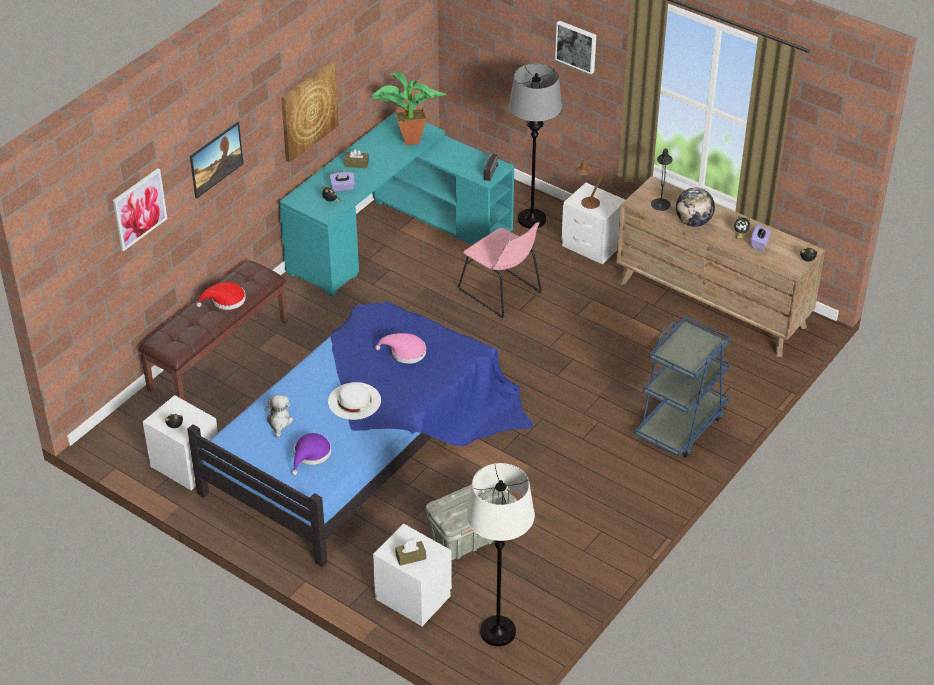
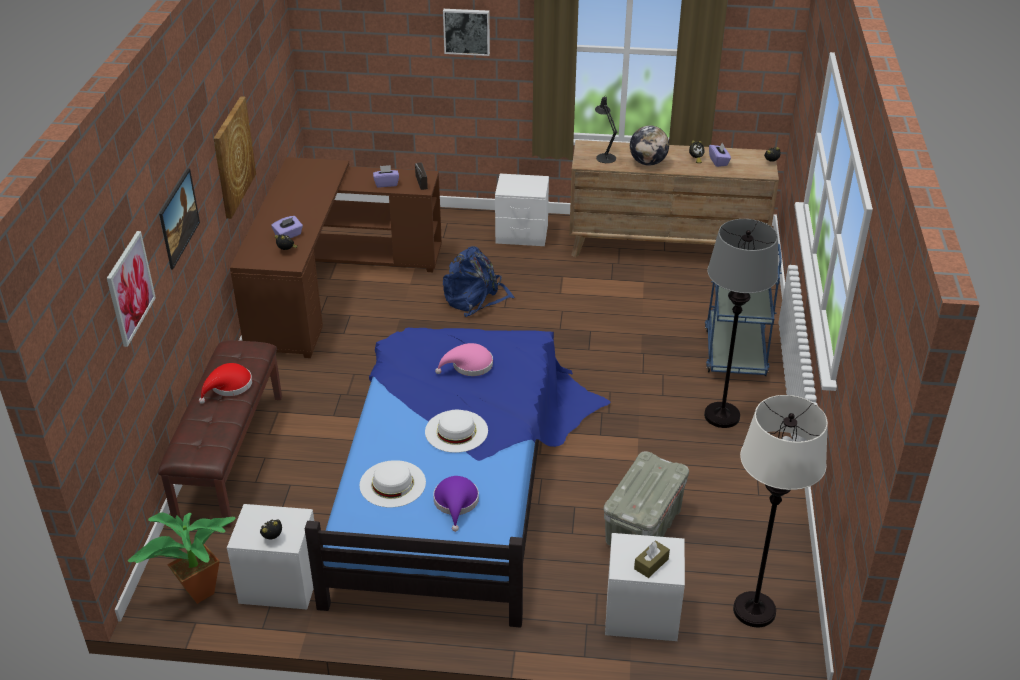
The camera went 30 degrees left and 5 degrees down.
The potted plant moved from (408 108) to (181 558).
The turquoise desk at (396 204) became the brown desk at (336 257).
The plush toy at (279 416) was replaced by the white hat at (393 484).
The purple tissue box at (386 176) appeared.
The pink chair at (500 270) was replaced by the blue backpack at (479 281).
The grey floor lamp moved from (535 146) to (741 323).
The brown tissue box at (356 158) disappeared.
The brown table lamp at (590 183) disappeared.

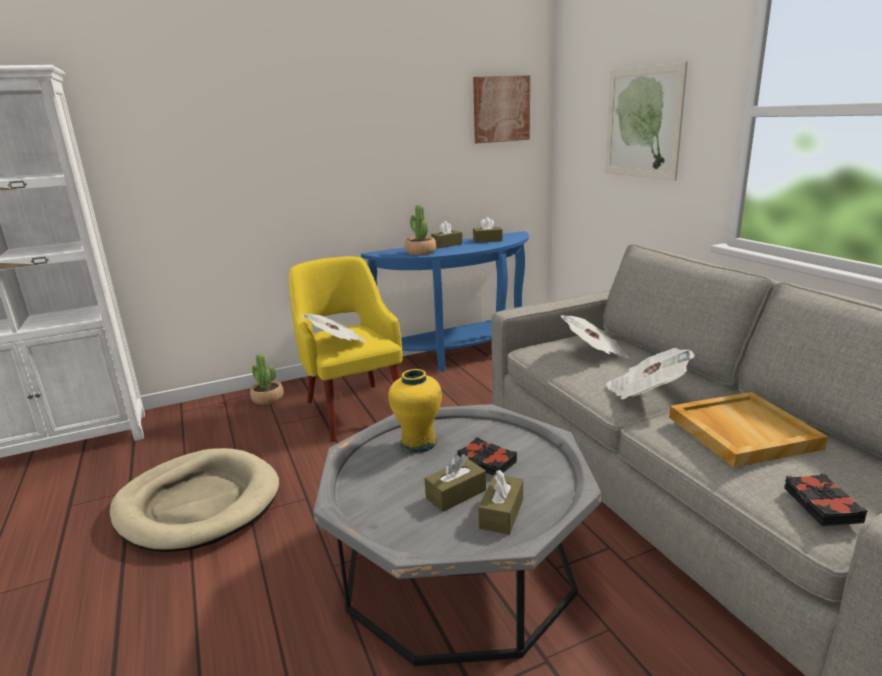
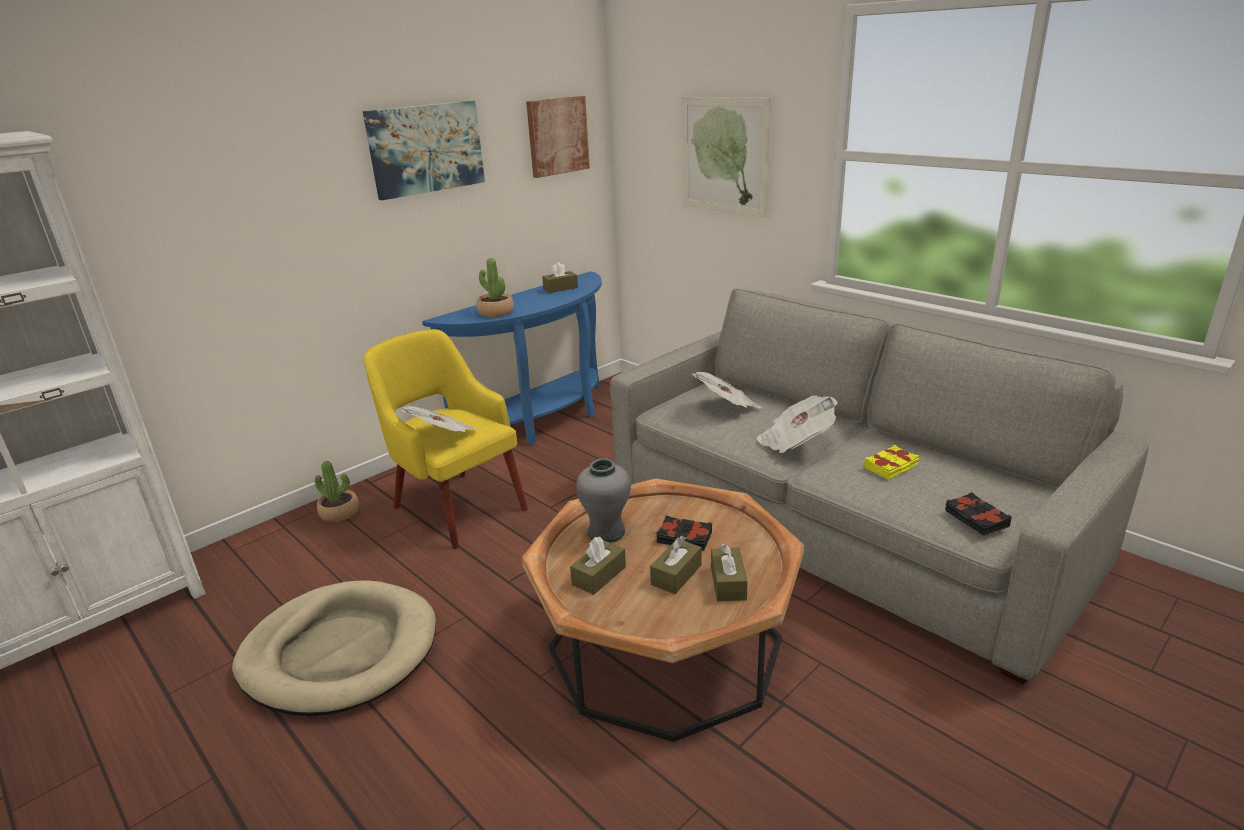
The camera went 20 degrees left and 5 degrees up.
The picture at (424 150) appeared.
The grey coffee table at (457 535) became the brown coffee table at (663 610).
The brown tissue box moved from (446 234) to (598 566).
The yellow vase at (415 411) became the grey vase at (603 500).
The beige tray at (748 430) was replaced by the yellow book at (891 462).

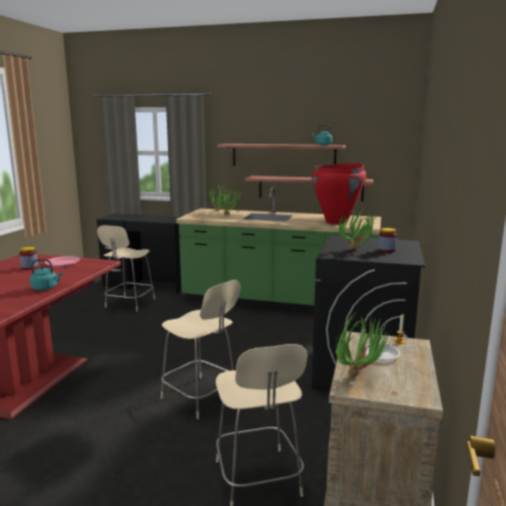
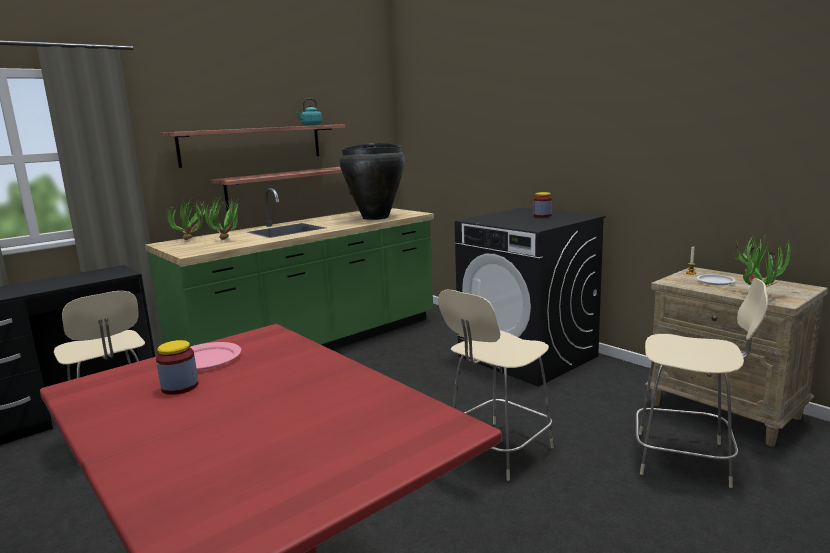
The camera went 55 degrees left and 0 degrees up.
The red vase at (339 194) became the black vase at (372 181).
The beige chair at (201 349) turned 150 degrees clockwise.
The turquoise kettle at (46 274) disappeared.
The potted plant at (358 229) disappeared.

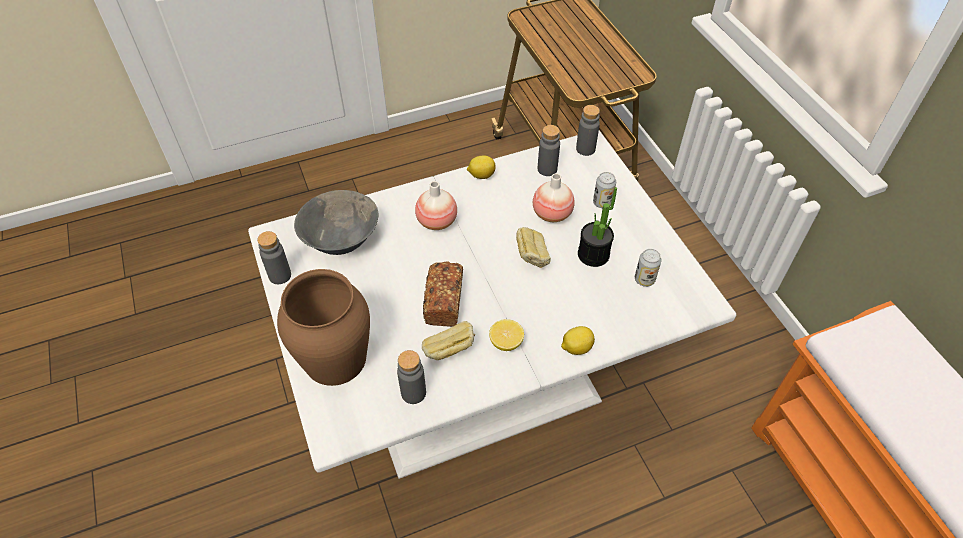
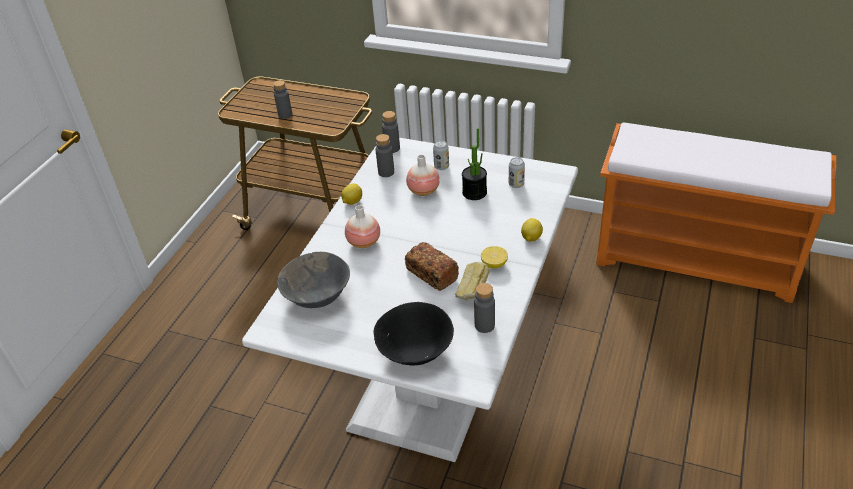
The camera went 45 degrees left and 10 degrees down.
The grey bottle moved from (274 257) to (282 99).
The brown vase at (323 327) was replaced by the black bowl at (414 333).
The bread at (533 247) disappeared.

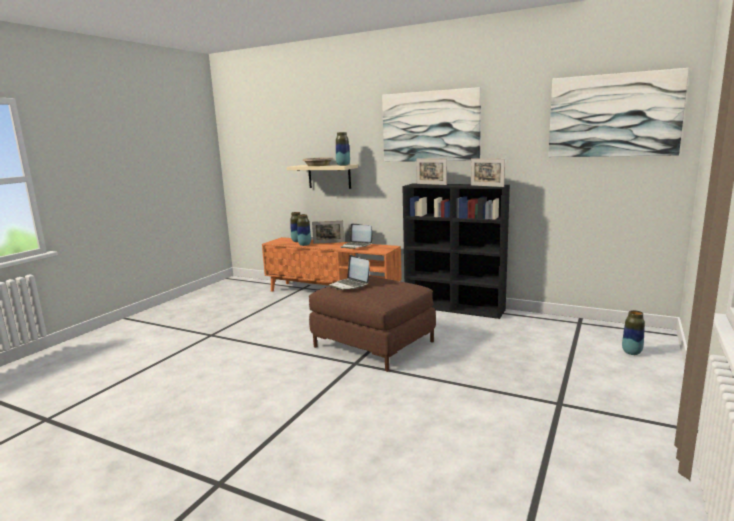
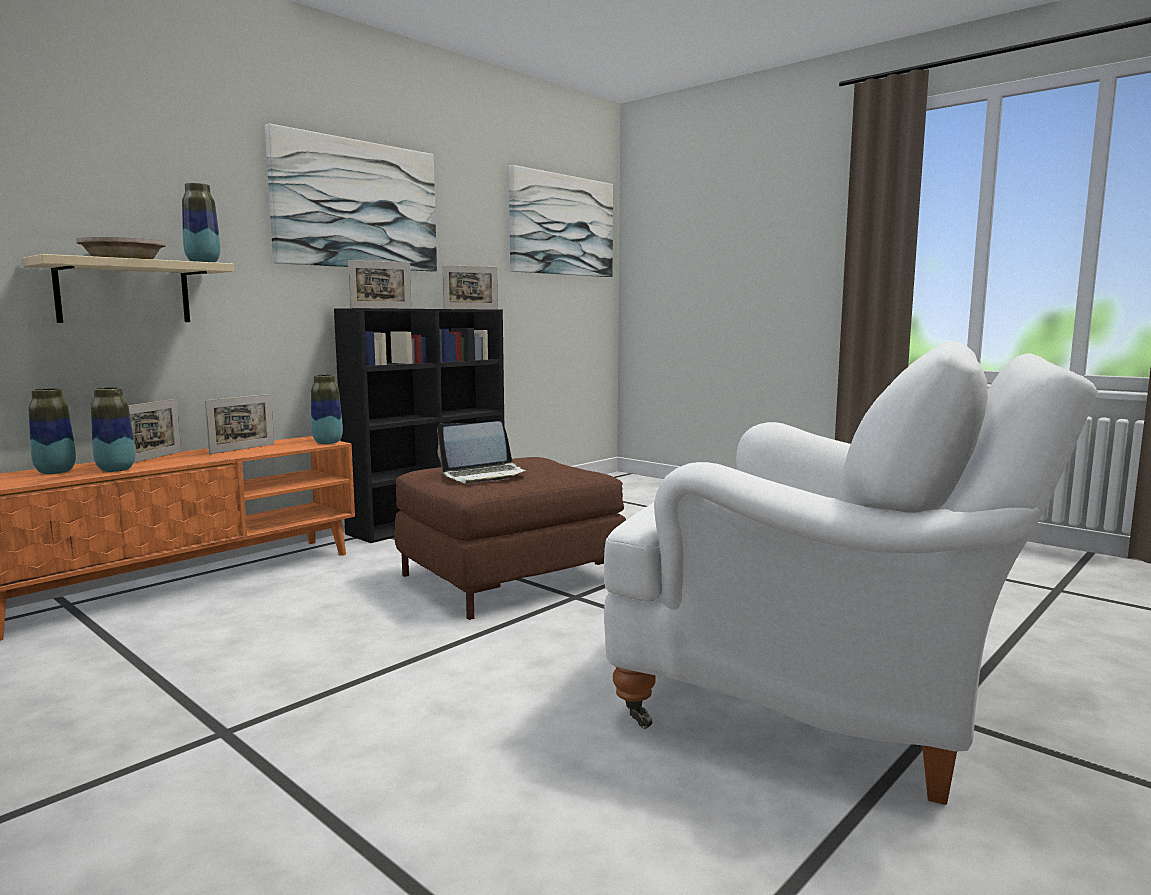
The camera went 75 degrees left and 5 degrees down.
The laptop at (356 236) was replaced by the picture frame at (239 424).
The vase moved from (633 332) to (327 409).
The white armchair at (851 572) appeared.

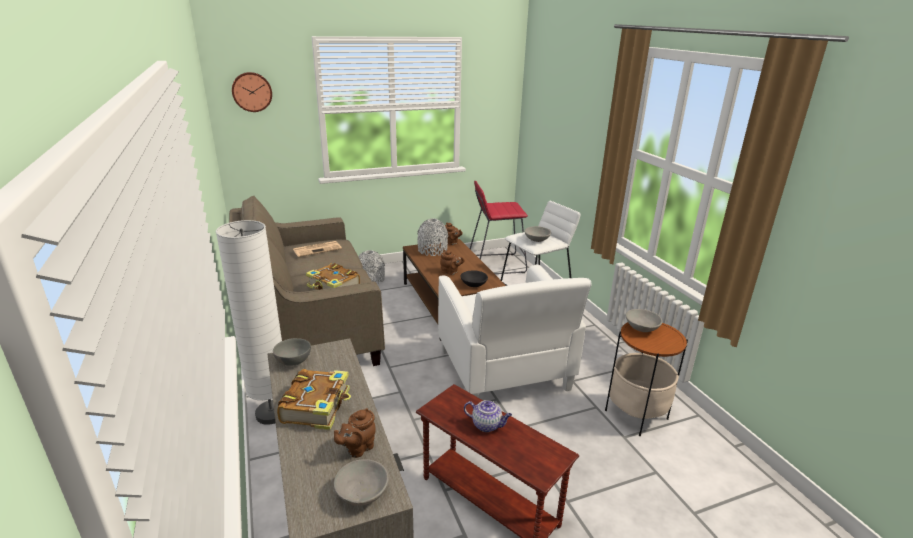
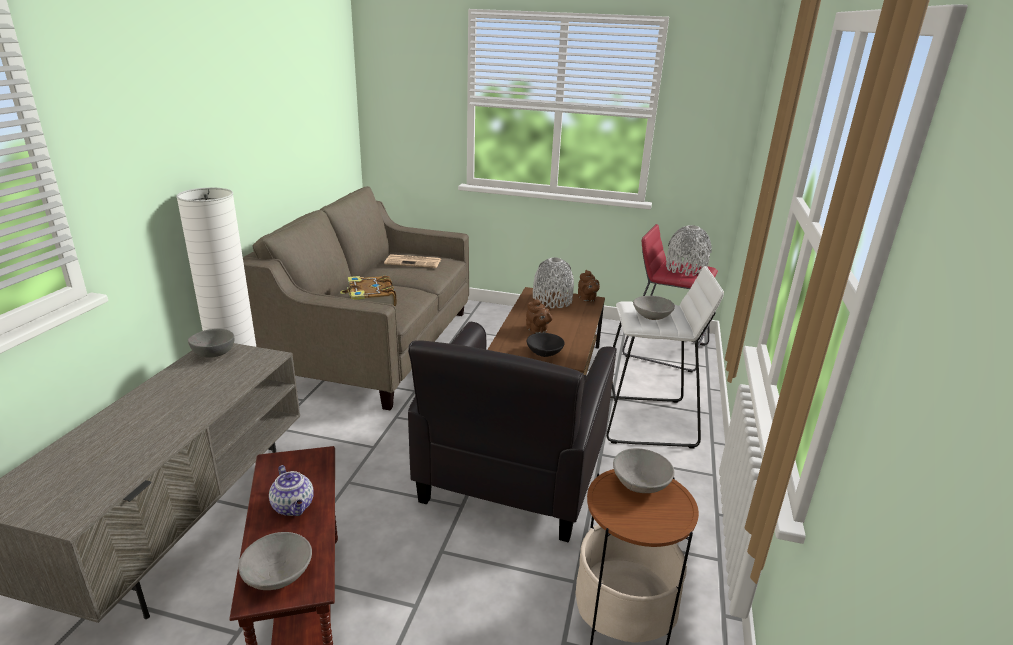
The camera went 35 degrees right and 0 degrees up.
The grey bowl moved from (361 482) to (275 561).
The white armchair at (515 331) became the black armchair at (512 432).
The grey vase moved from (371 267) to (689 250).
The wall clock at (252 92) disappeared.
The book at (314 399) disappeared.
The brown teapot at (355 433) disappeared.

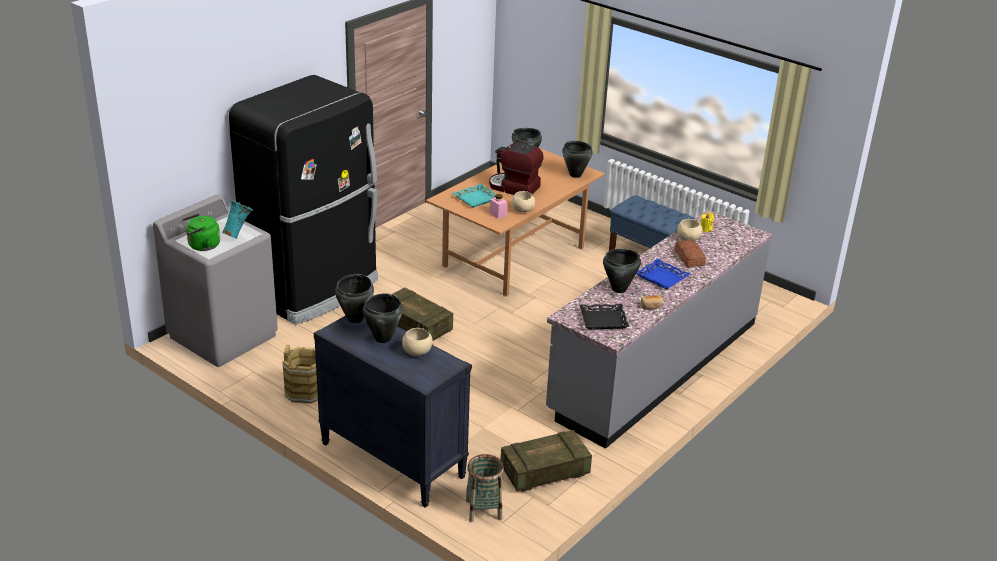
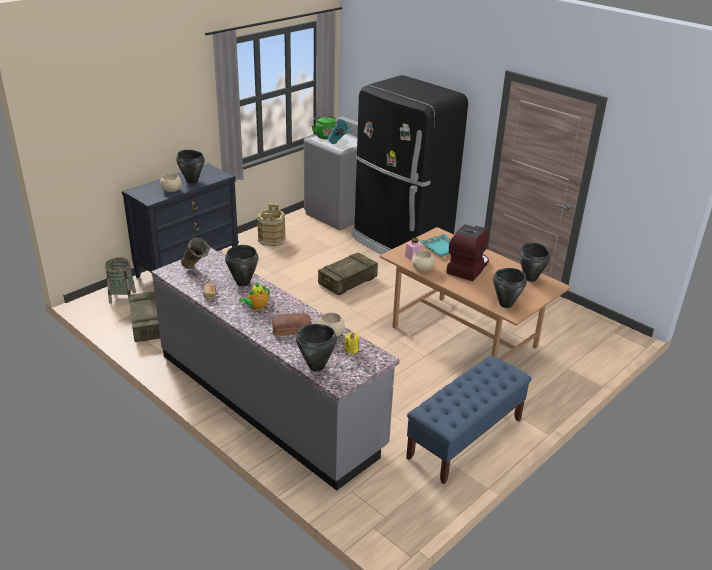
The camera went 95 degrees right and 0 degrees up.
The black tray at (604 316) was replaced by the beige vase at (195 253).
The blue tray at (663 274) was replaced by the teapot at (254 296).
The black cooking pot moved from (354 298) to (316 348).

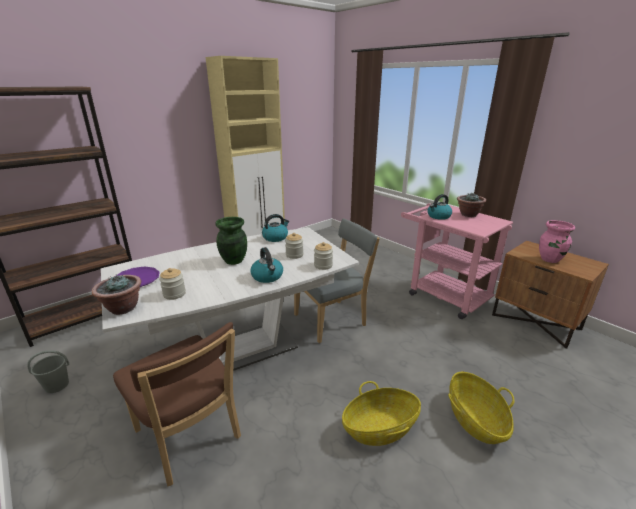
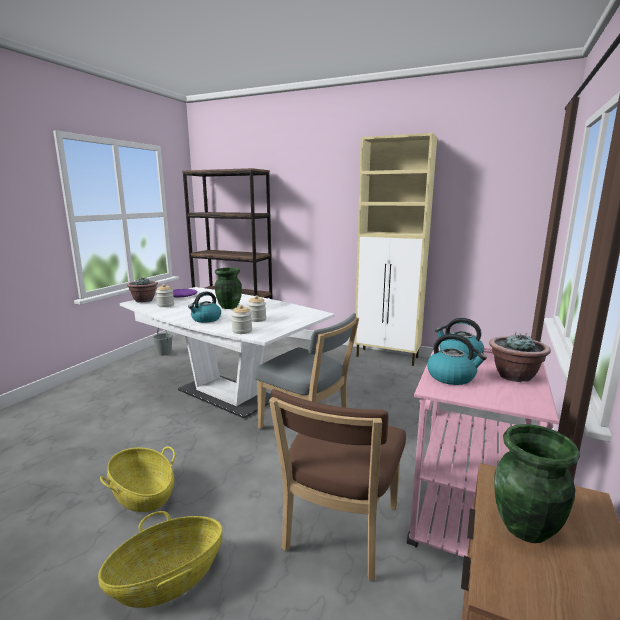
The camera went 65 degrees right and 10 degrees down.
The brown chair moved from (177 404) to (337 484).
The kettle moved from (275 228) to (457 359).
The pink vase at (557 241) became the green vase at (537 483).

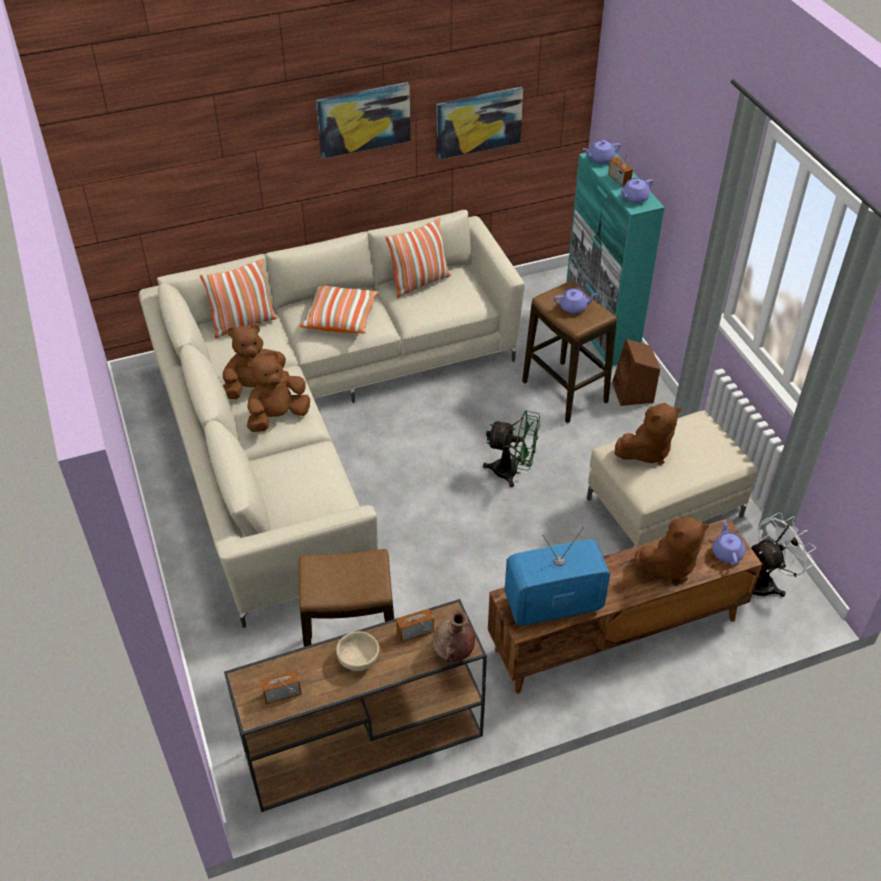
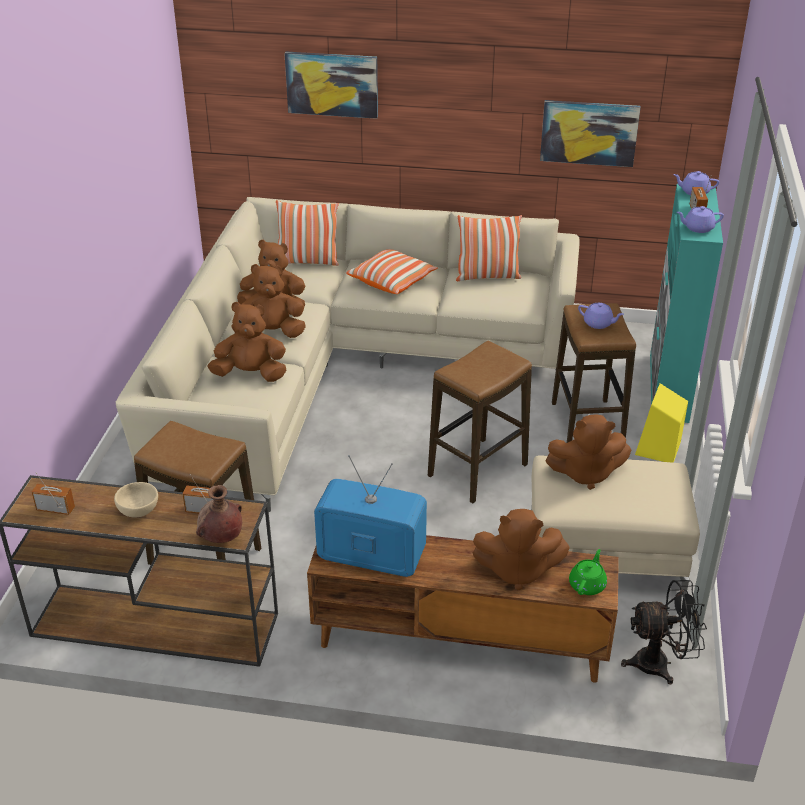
The camera went 30 degrees right and 10 degrees down.
The brown plush toy at (247 342) appeared.
The picture moved from (363 120) to (331 85).
The green fan at (511 448) was replaced by the stool at (480 422).
The purple teapot at (728 542) became the green teapot at (588 572).
The white fan at (783 554) became the black fan at (664 632).
The brown speaker at (636 372) became the yellow speaker at (661 423).

